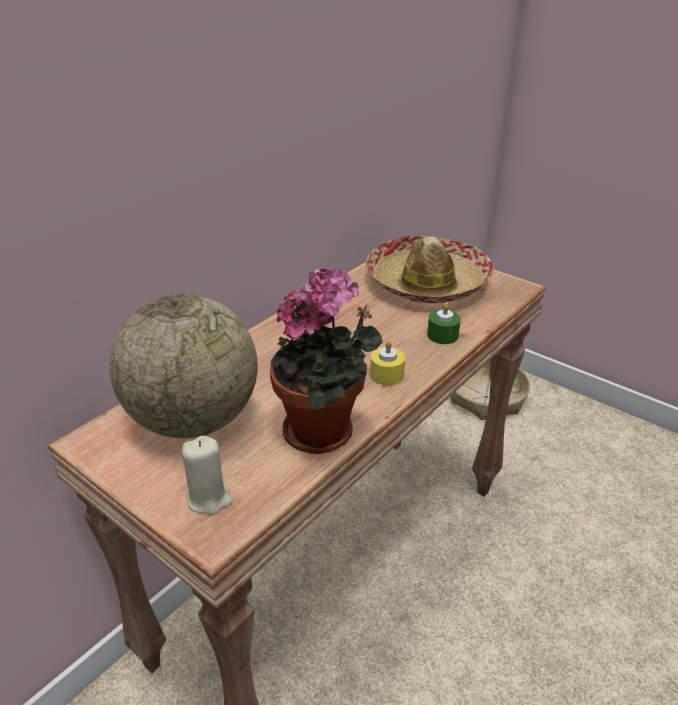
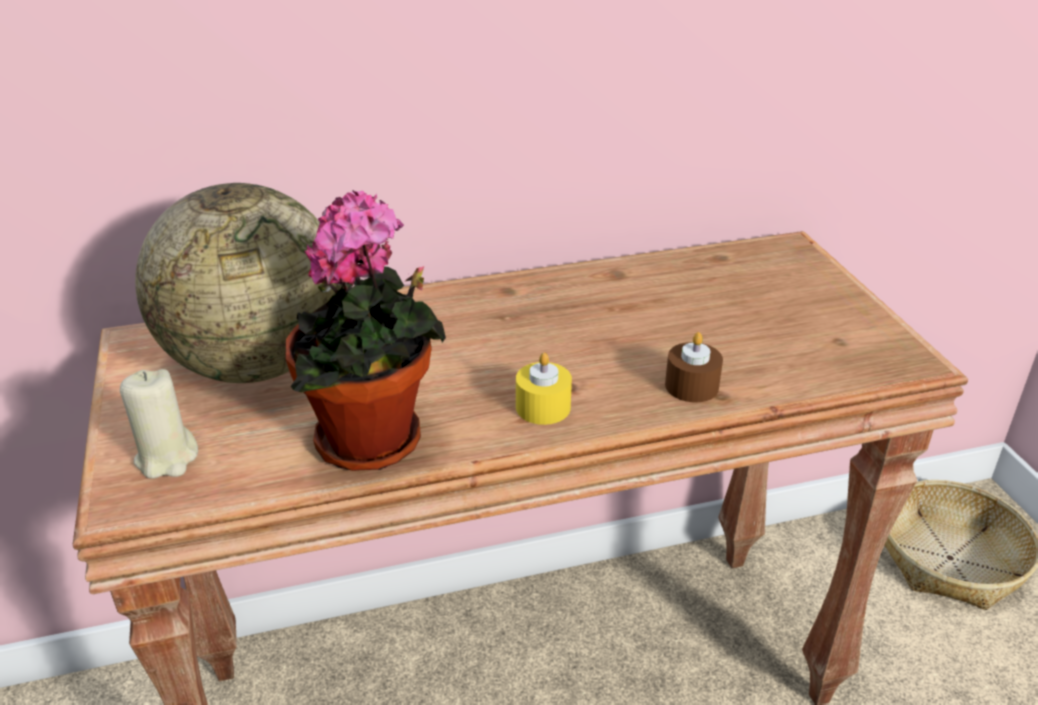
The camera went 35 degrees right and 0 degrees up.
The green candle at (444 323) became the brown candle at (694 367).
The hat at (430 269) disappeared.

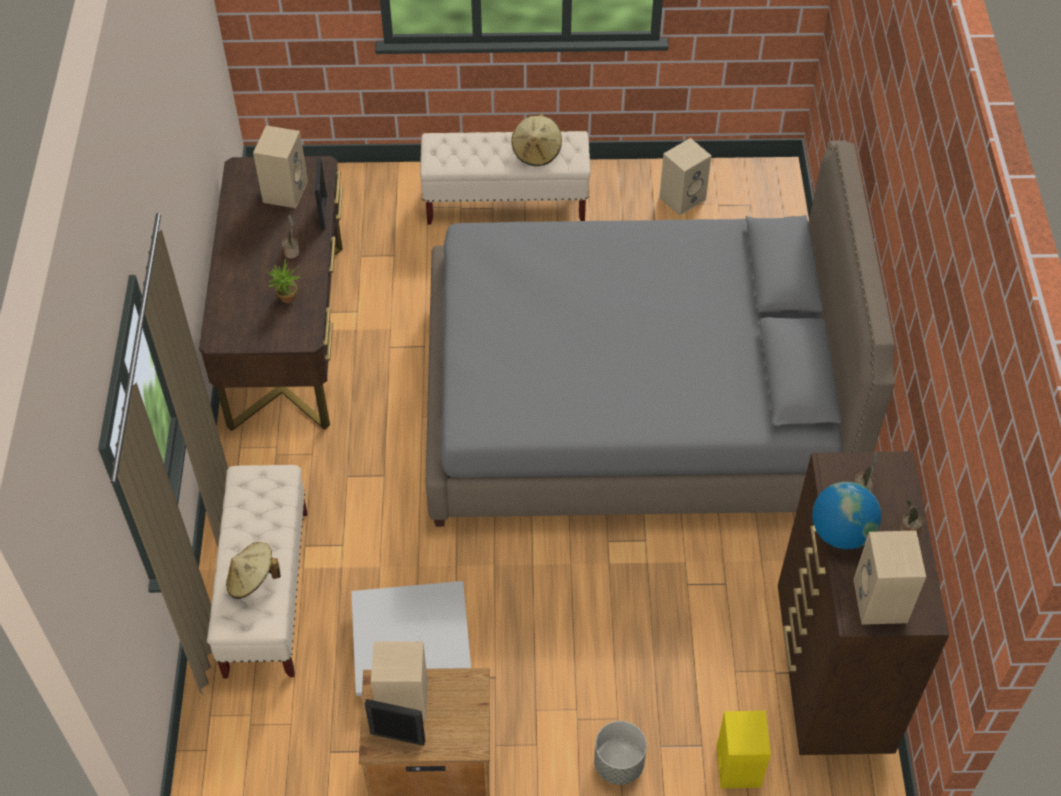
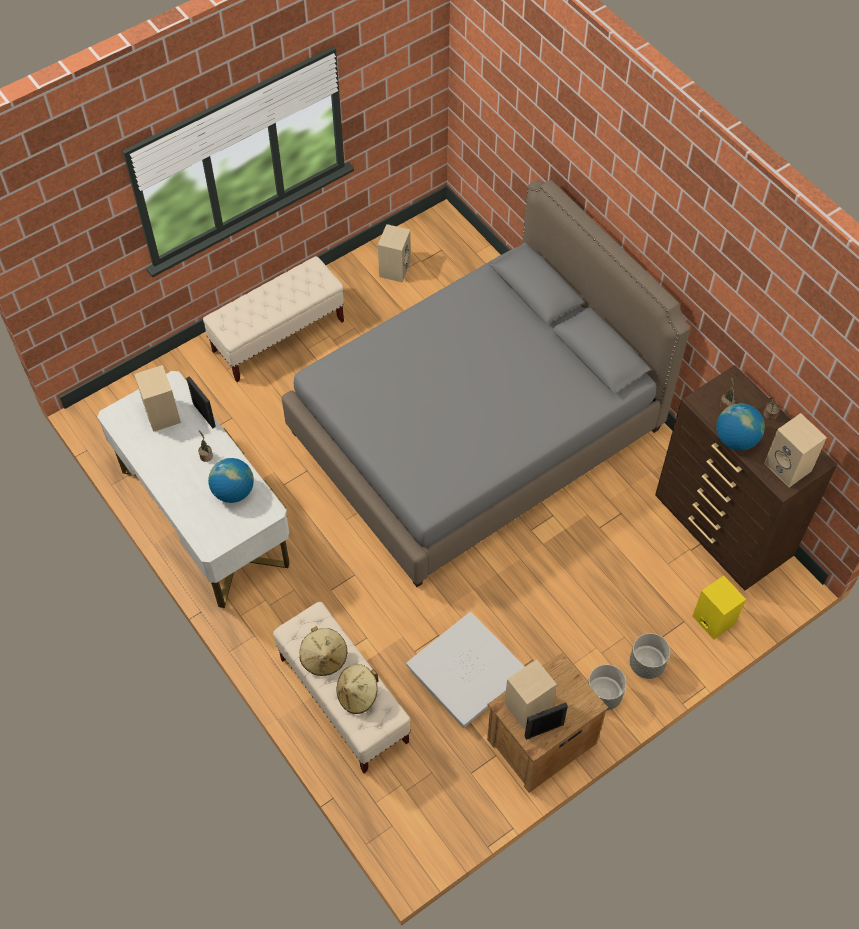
The camera went 35 degrees left and 5 degrees up.
The brown desk at (271 293) became the white desk at (193 489).
The potted plant at (283 281) was replaced by the globe at (231 480).
The beige hat moved from (536 140) to (323 651).
The grey planter at (607 687) appeared.

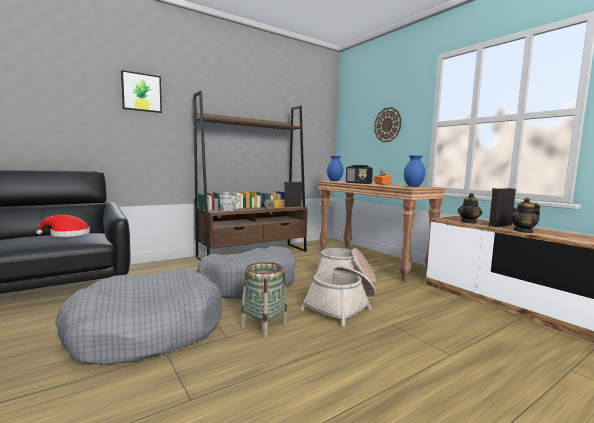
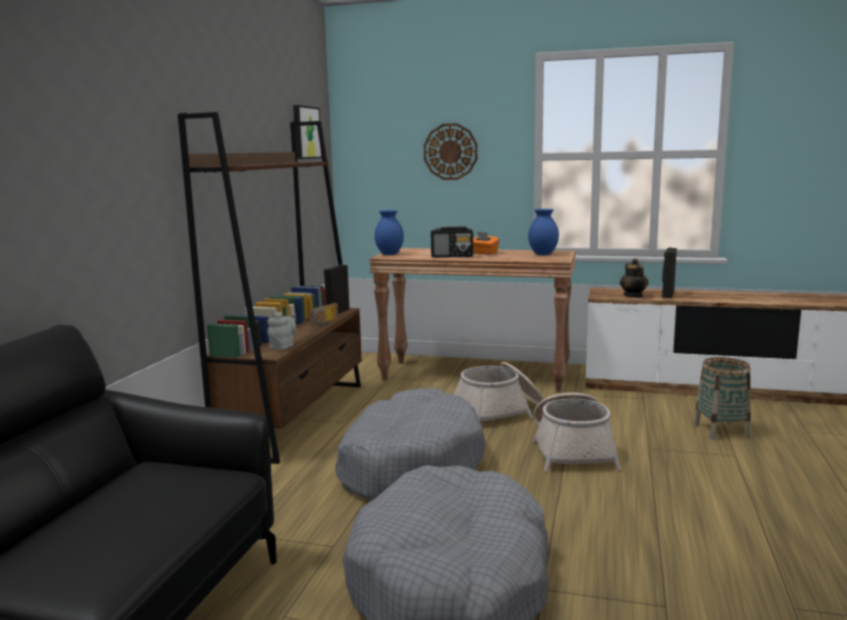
The camera went 40 degrees left and 5 degrees up.
The picture moved from (141 91) to (307 132).
The basket moved from (263 299) to (722 398).
The red hat at (63 226) disappeared.
The teapot at (525 215) disappeared.

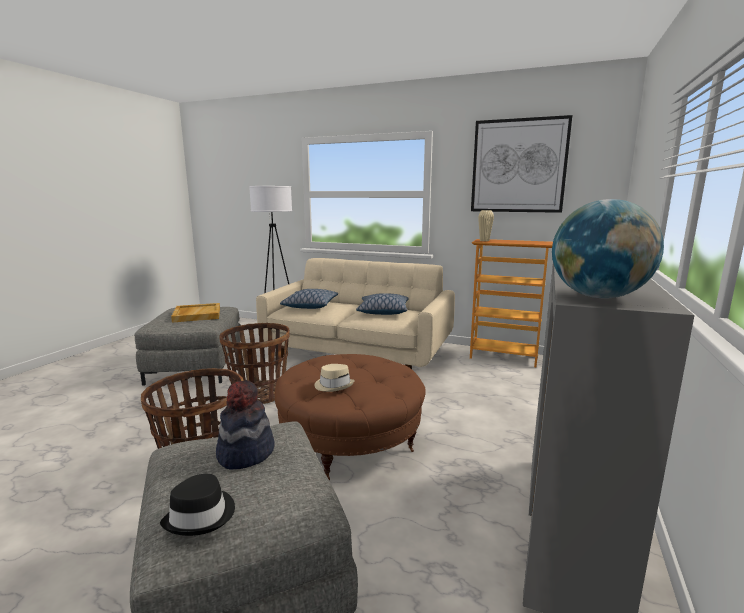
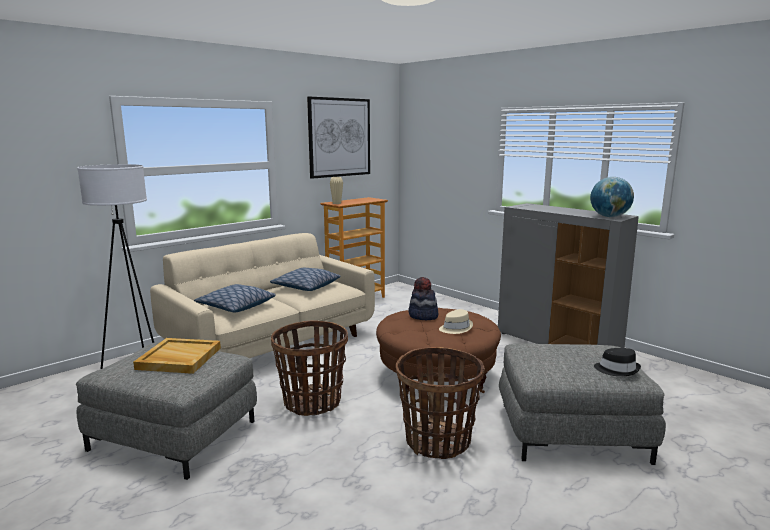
The camera went 65 degrees left and 0 degrees up.
The hat moved from (245 424) to (423 298).

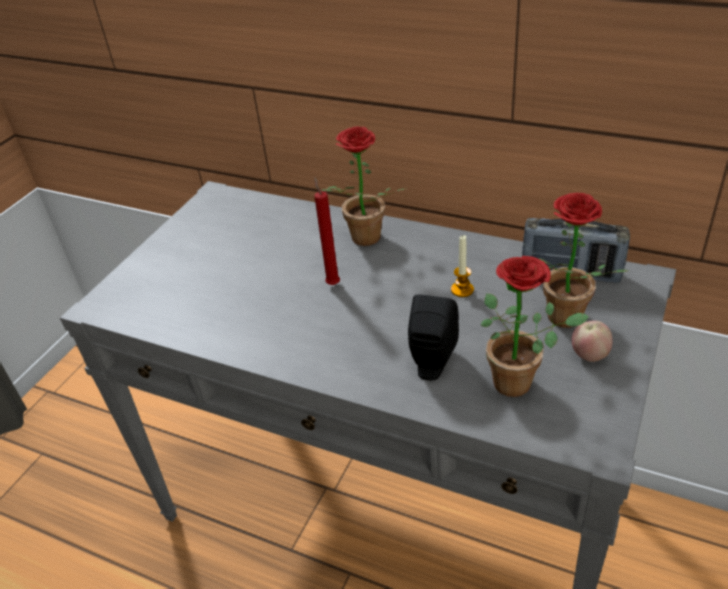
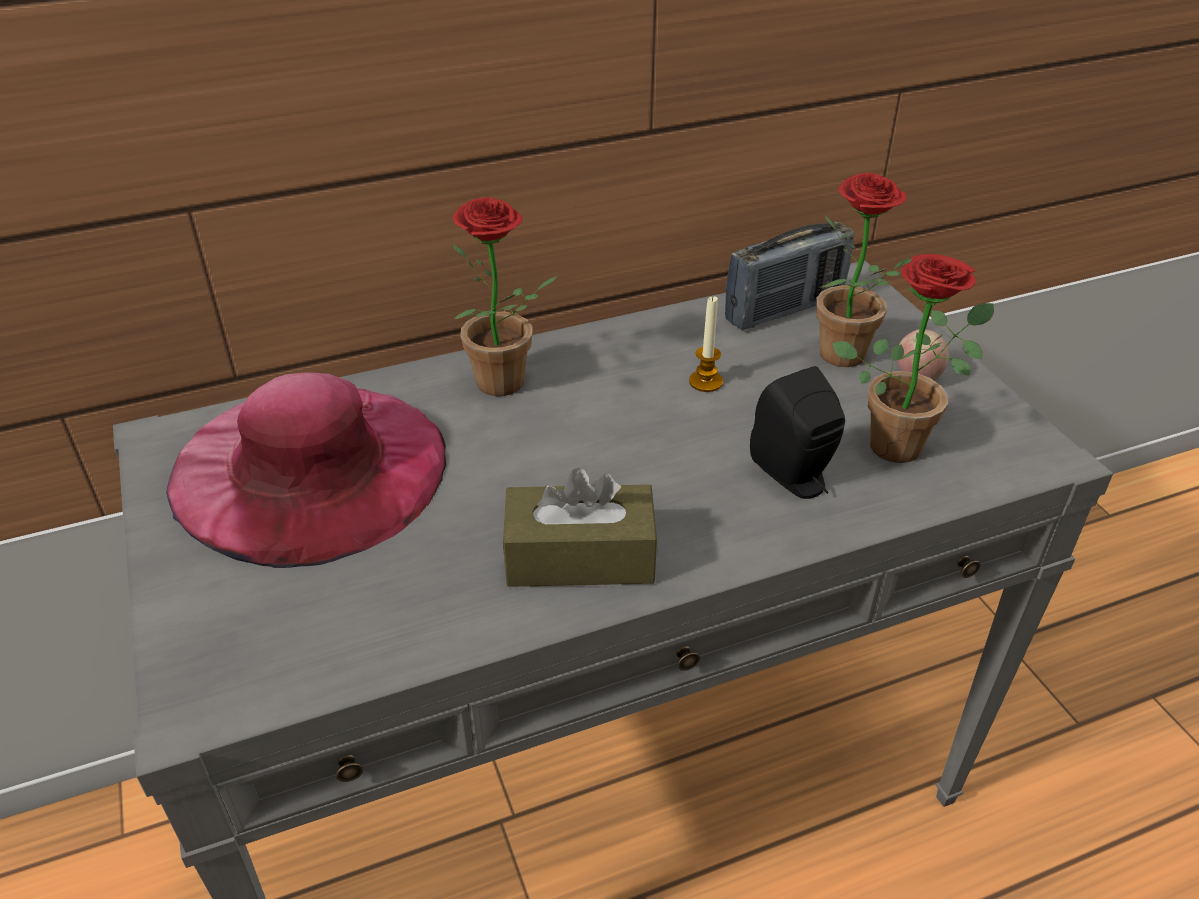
The camera went 50 degrees left and 0 degrees up.
The pink hat at (306 470) appeared.
The brown tissue box at (580 527) appeared.
The red candle at (327 231) disappeared.

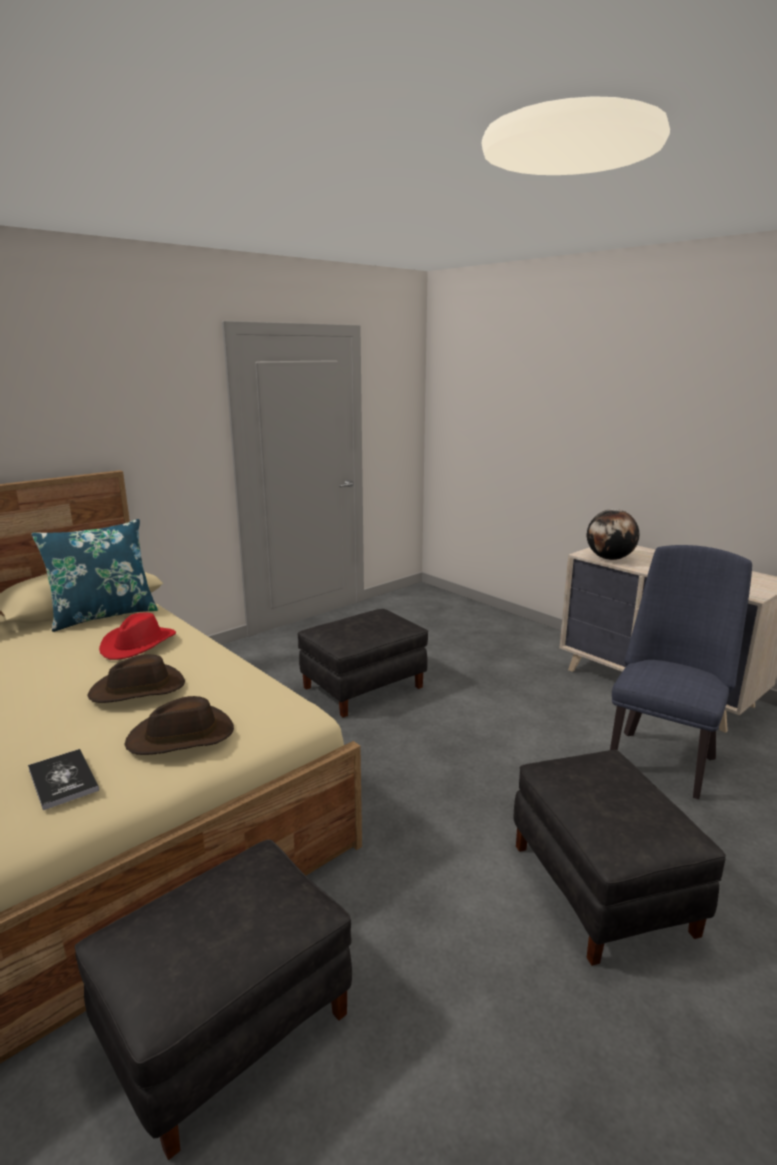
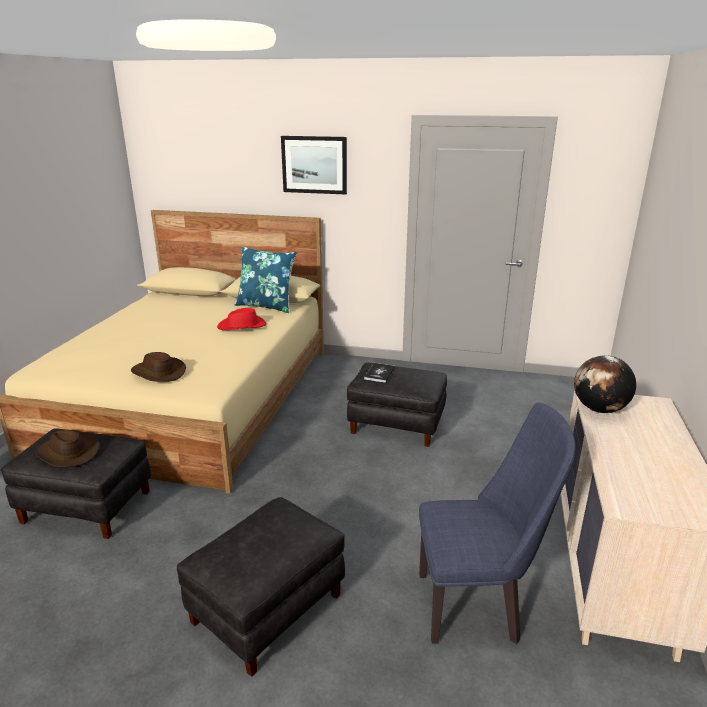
The camera went 55 degrees right and 5 degrees up.
The brown hat moved from (136 678) to (67 448).
The picture at (314 165) appeared.
The book moved from (63 779) to (379 373).

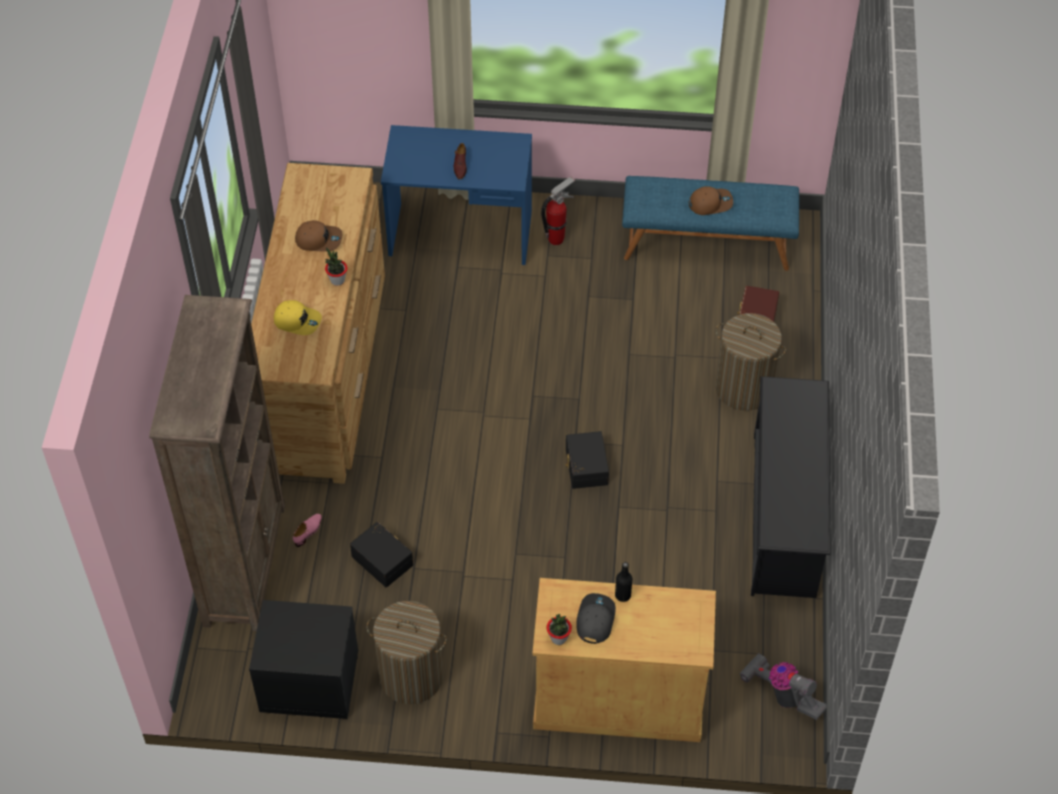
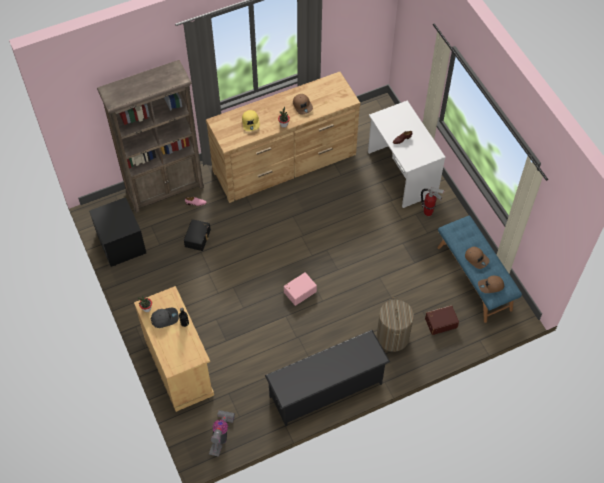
The camera went 60 degrees right and 5 degrees up.
The black storage box at (587 460) became the pink storage box at (300 289).
The blue desk at (456 195) became the white desk at (407 154).
The brown cap at (491 284) appeared.
The laundry basket at (406 652) disappeared.

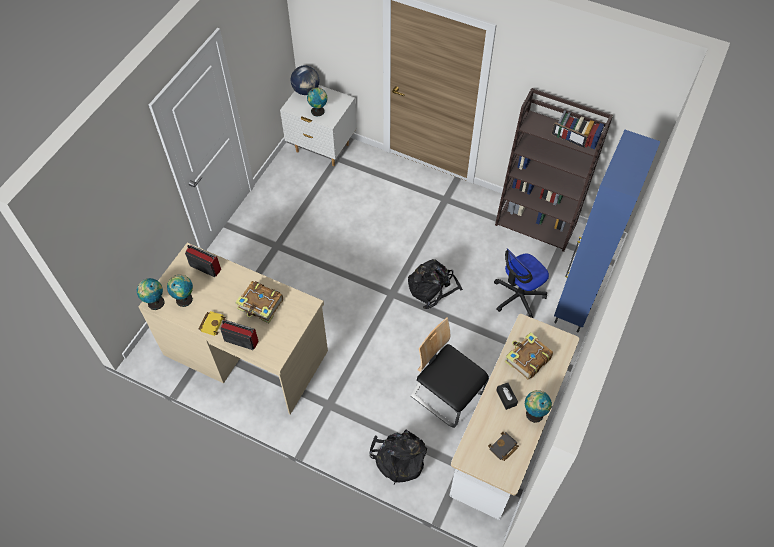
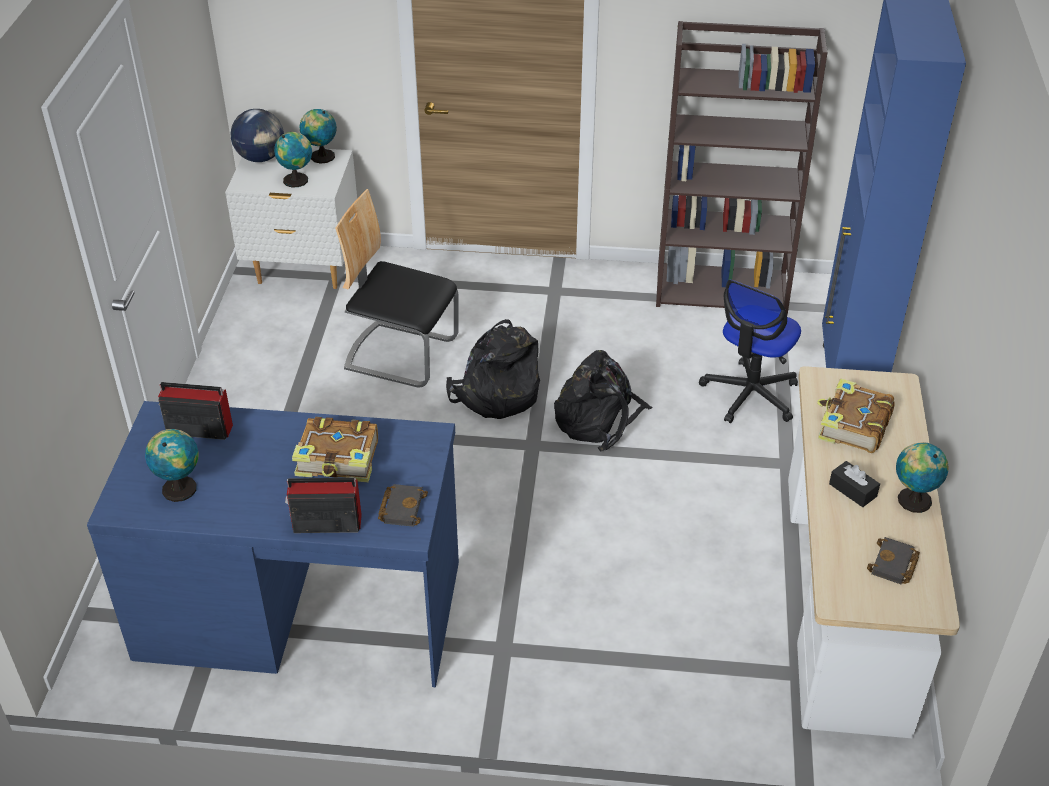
The camera went 20 degrees left and 15 degrees down.
The beige desk at (233 329) became the blue desk at (273 544).
The globe moved from (151 294) to (318 136).
The chair moved from (450 373) to (397 288).
The black book at (403 505) appeared.
The black backpack moved from (398 457) to (493 369).
The yellow book at (212 323) disappeared.
The picture frame at (569 135) disappeared.

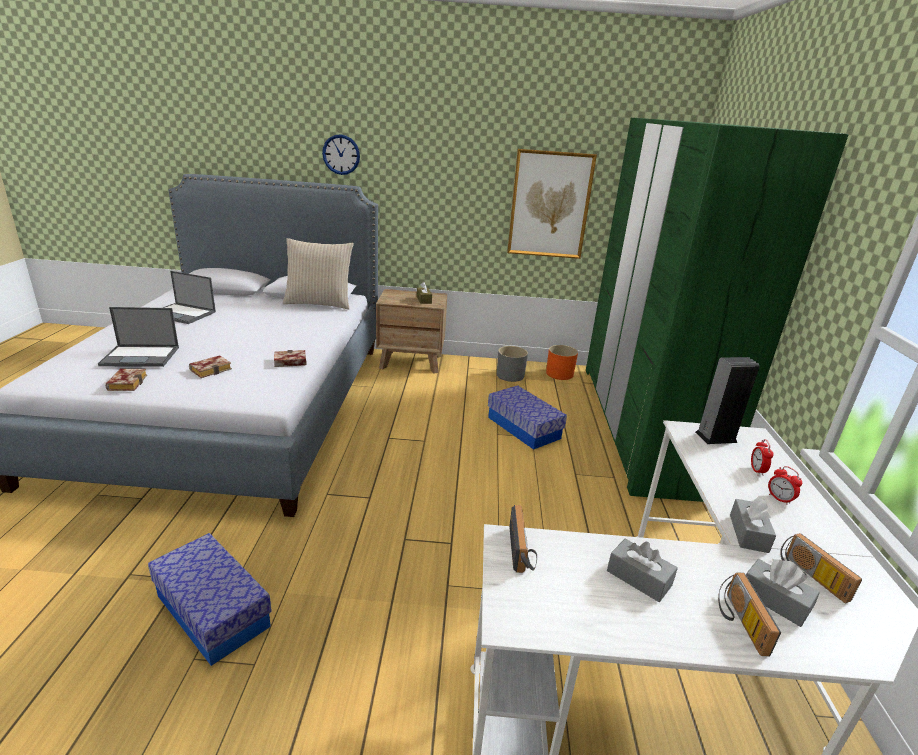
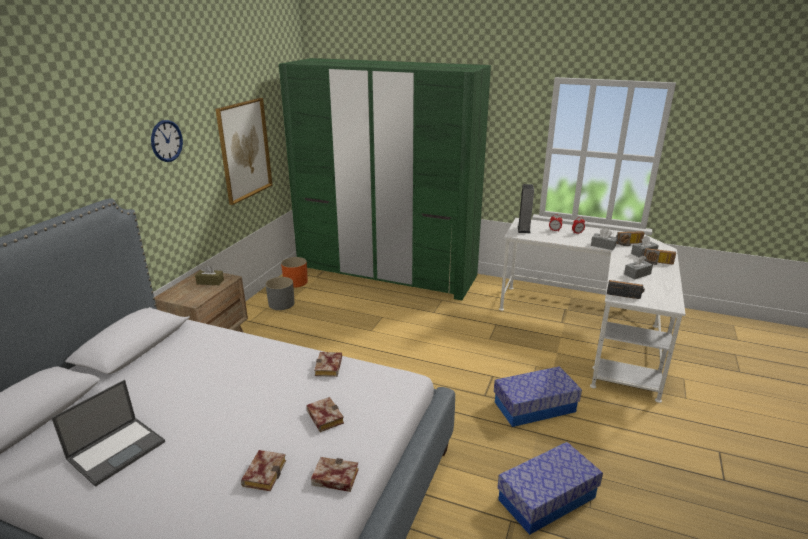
The camera went 70 degrees left and 0 degrees up.
The wall clock moved from (341 154) to (167 141).
The laptop at (138 337) was replaced by the book at (263 470).
The storage box moved from (527 417) to (538 396).
The beige pillow at (318 274) disappeared.

